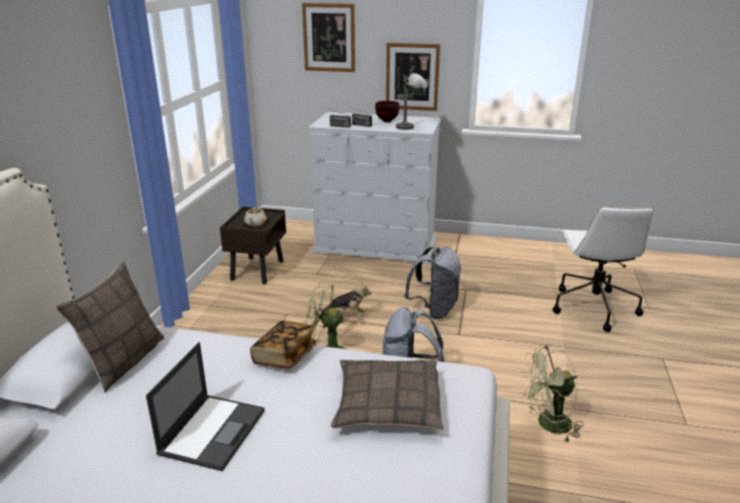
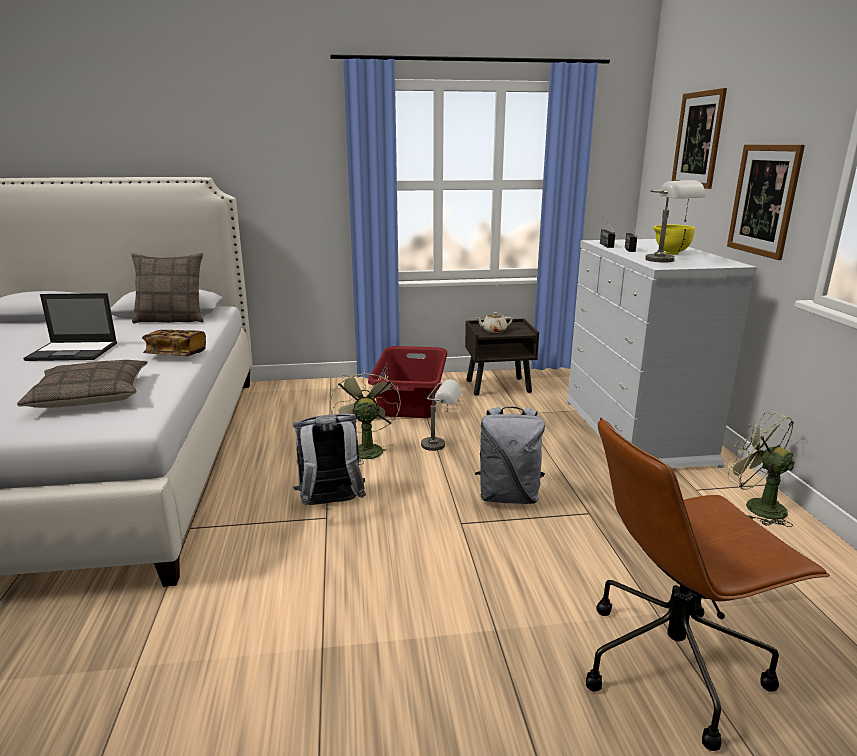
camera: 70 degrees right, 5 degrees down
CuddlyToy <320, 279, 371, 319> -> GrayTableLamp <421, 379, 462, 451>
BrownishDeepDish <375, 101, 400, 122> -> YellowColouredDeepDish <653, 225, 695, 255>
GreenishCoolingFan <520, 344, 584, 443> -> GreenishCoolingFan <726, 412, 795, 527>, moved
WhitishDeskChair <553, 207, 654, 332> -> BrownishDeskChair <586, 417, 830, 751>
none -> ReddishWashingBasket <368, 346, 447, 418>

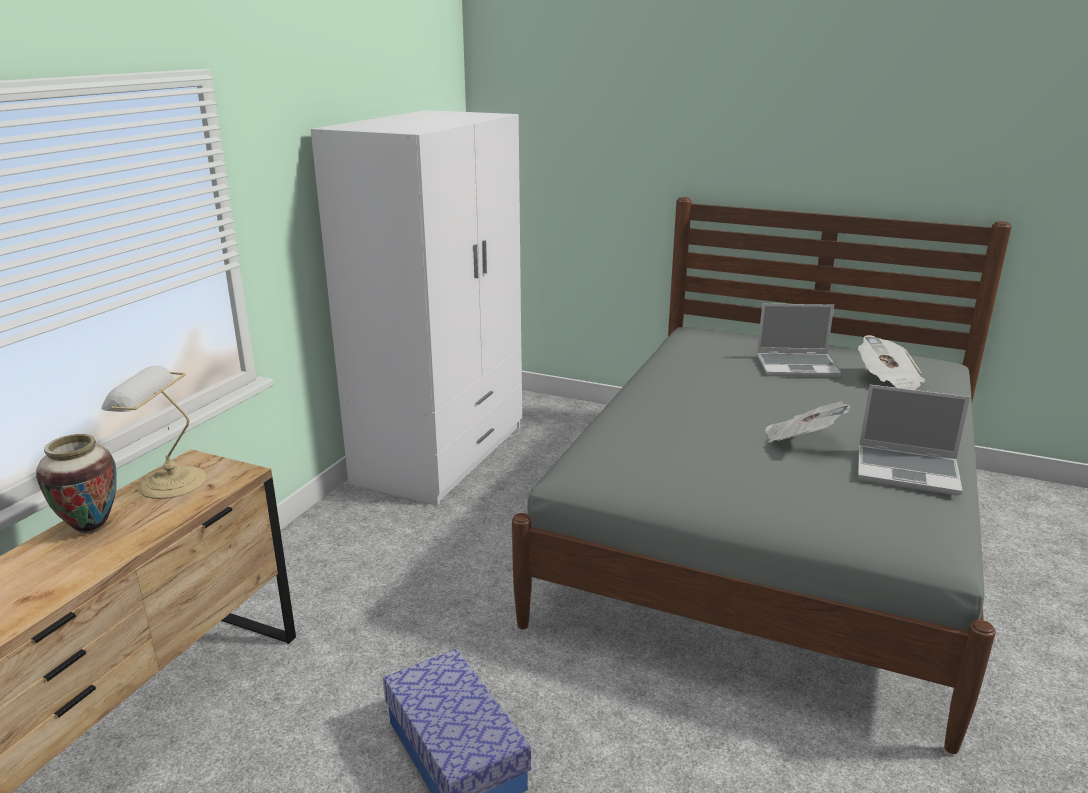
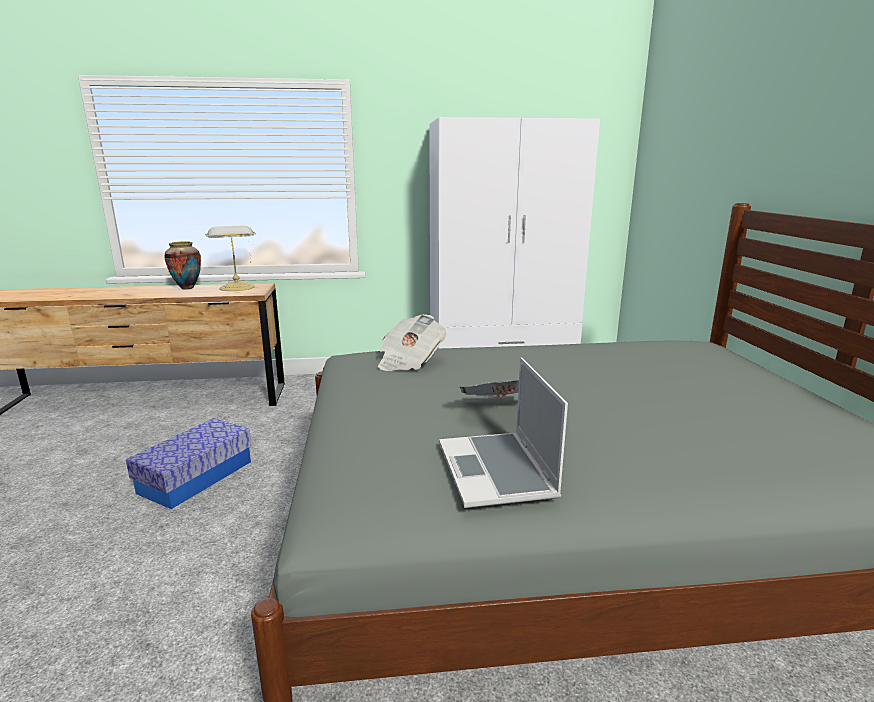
camera: 60 degrees right, 5 degrees down
PortableComputer <757, 304, 841, 377> -> none
Newspaper <858, 335, 925, 390> -> Newspaper <378, 314, 446, 371>, moved

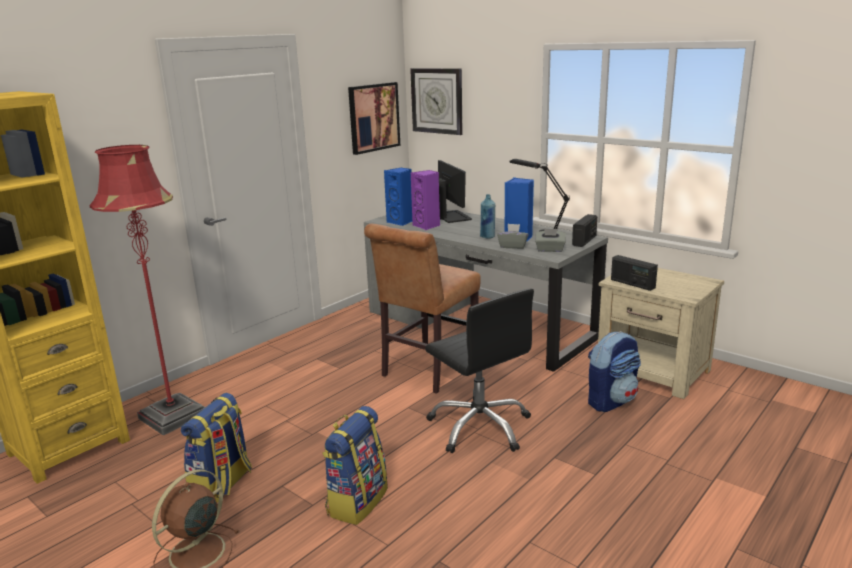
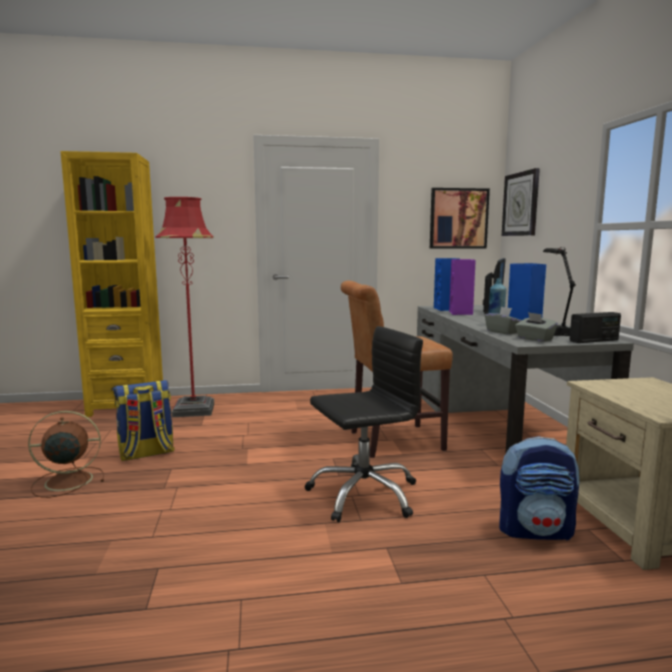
camera: 40 degrees right, 10 degrees down
Rucksack <322, 406, 388, 525> -> none
BlackDeskChair <425, 288, 534, 453> -> BlackDeskChair <305, 326, 423, 522>, 120 degrees counterclockwise
RadioSet <611, 255, 658, 291> -> none

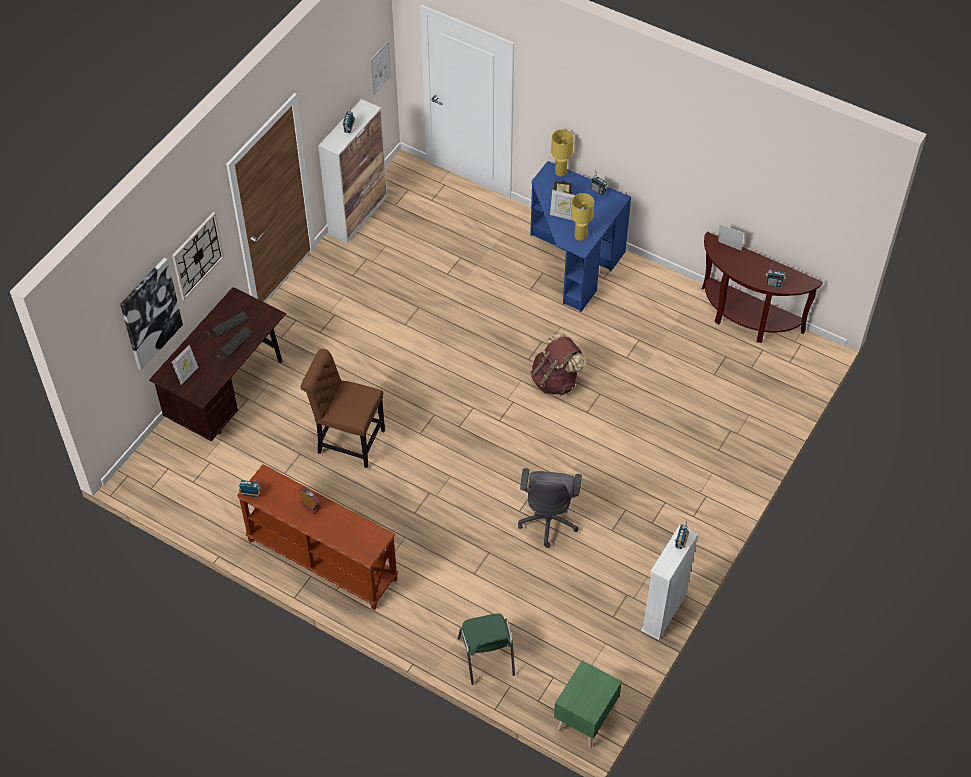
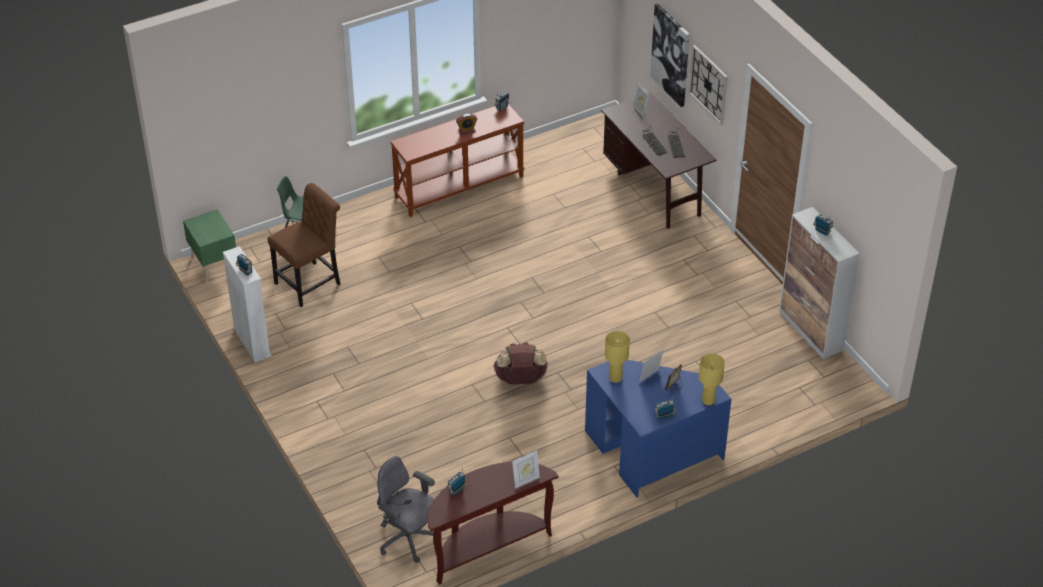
camera: 120 degrees right, 10 degrees down
BrownishChair <301, 349, 385, 468> -> BrownishChair <267, 183, 341, 307>, moved
Picture <370, 41, 391, 96> -> none
GrayDeskChair <518, 468, 582, 548> -> GrayDeskChair <377, 456, 435, 563>, moved

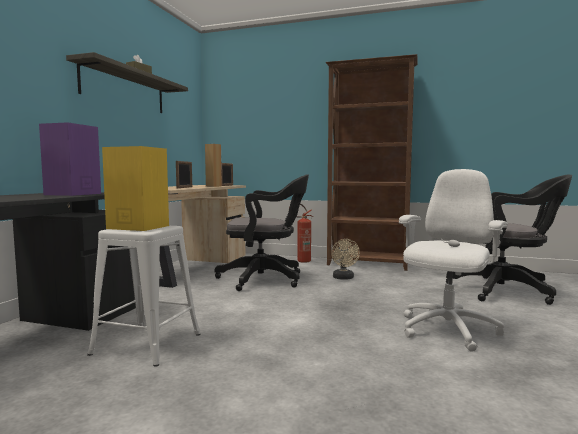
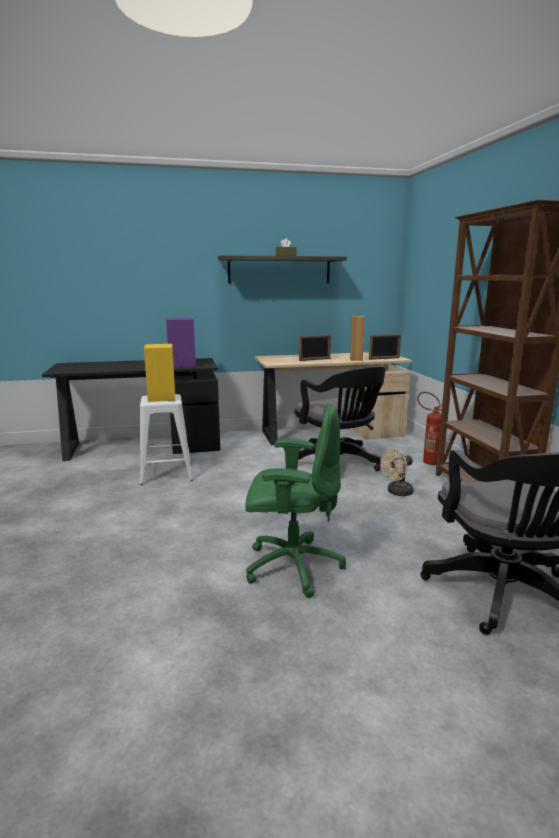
camera: 60 degrees right, 10 degrees up
WhitishDeskChair <399, 169, 508, 352> -> GreenishDeskChair <245, 403, 346, 598>

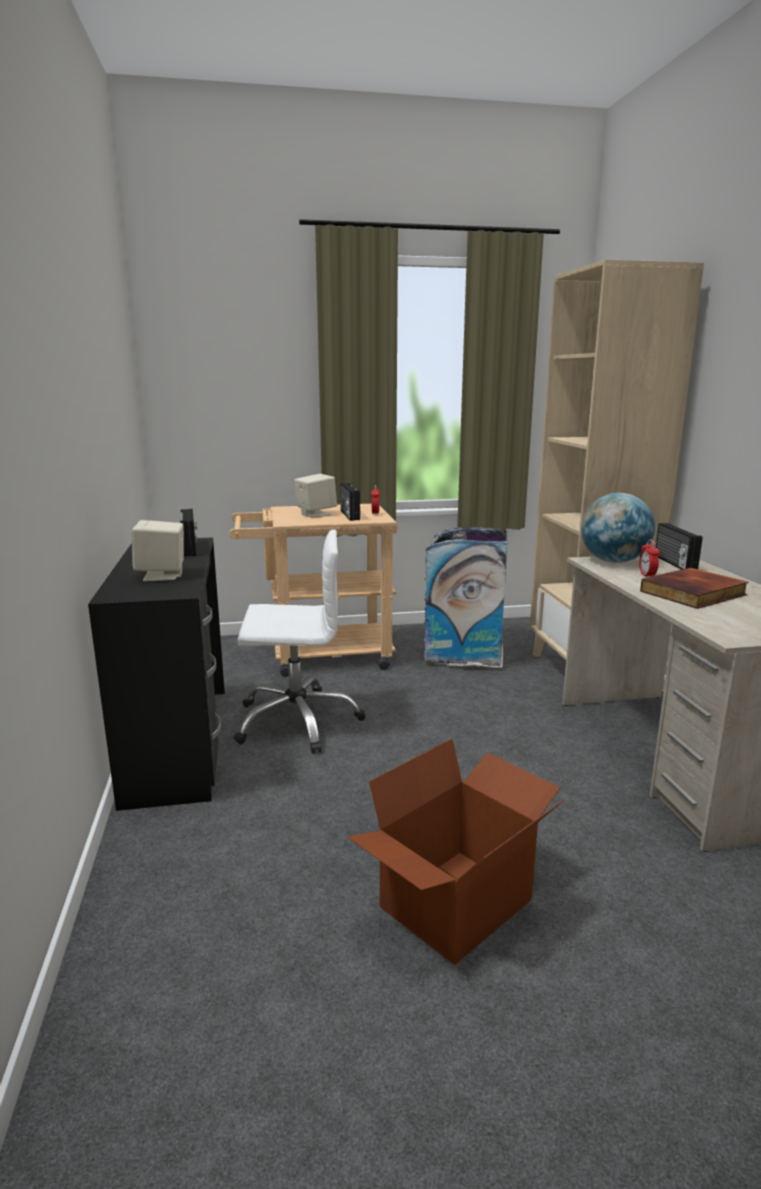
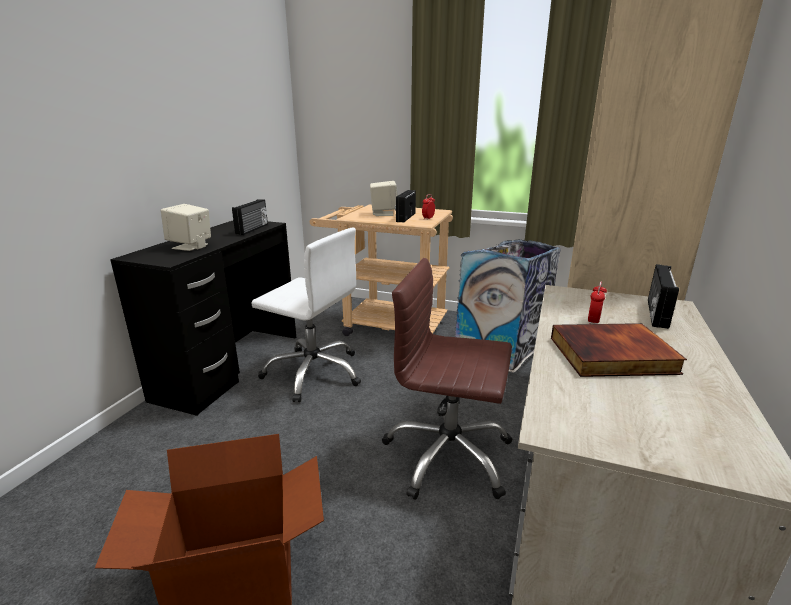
camera: 30 degrees right, 5 degrees up
DeskGlobe <581, 493, 655, 563> -> none
none -> BrownishDeskChair <382, 258, 513, 500>

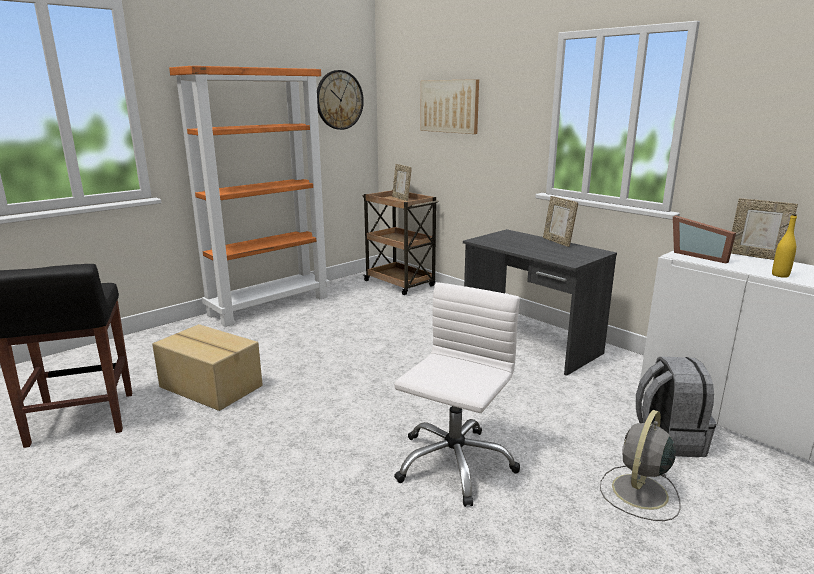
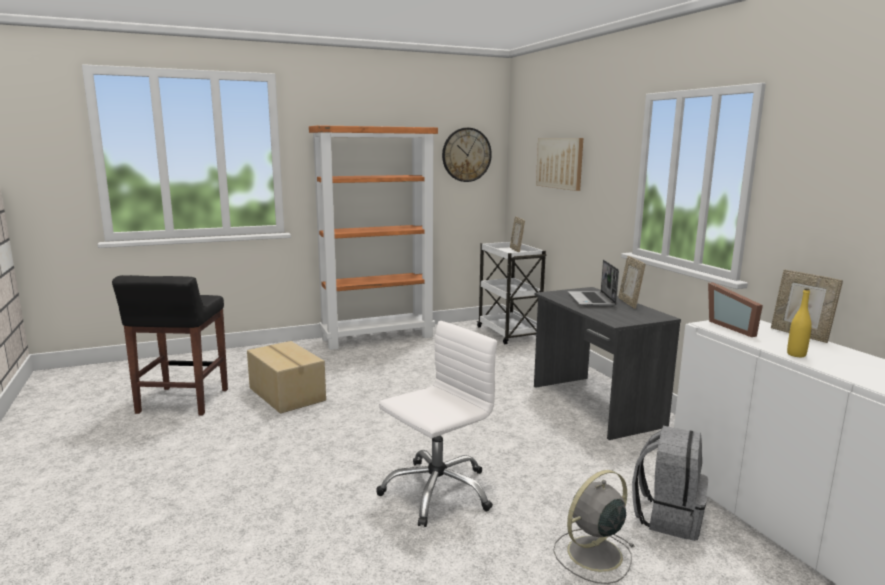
camera: 20 degrees right, 5 degrees down
BrownishTrolley <363, 190, 439, 295> -> WhitishTrolley <477, 242, 547, 344>
none -> PortableComputer <568, 260, 619, 307>

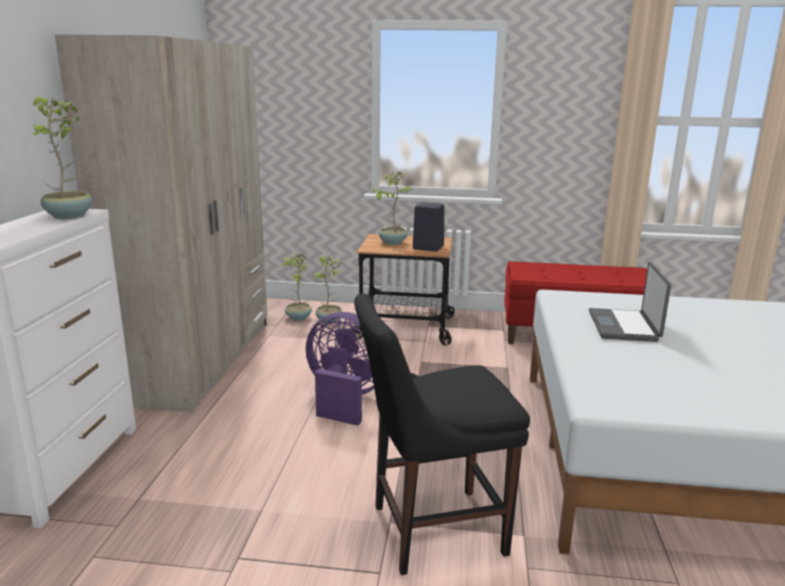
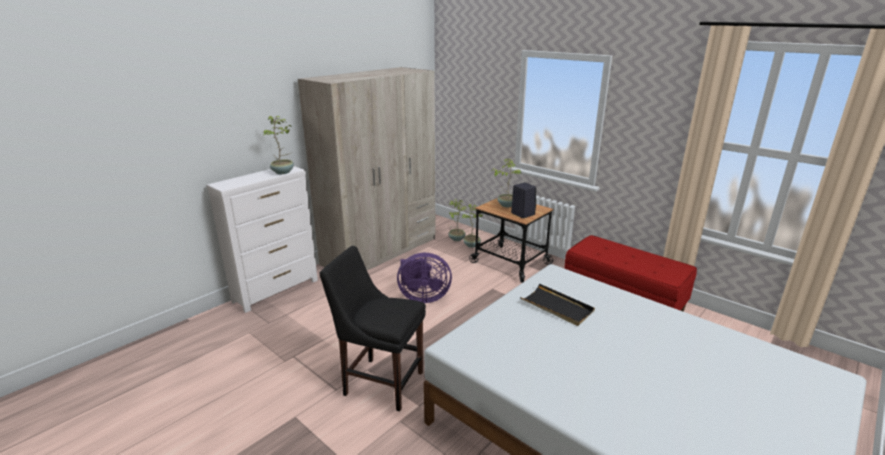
camera: 35 degrees right, 5 degrees up
PurpleColouredCoolingFan <306, 312, 374, 426> -> PurpleColouredCoolingFan <397, 253, 452, 303>, 120 degrees clockwise
PortableComputer <589, 262, 671, 342> -> BlackCarryingTray <520, 284, 595, 326>

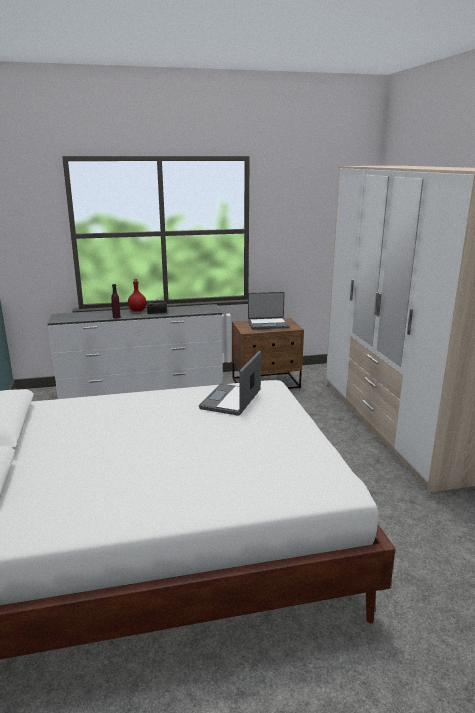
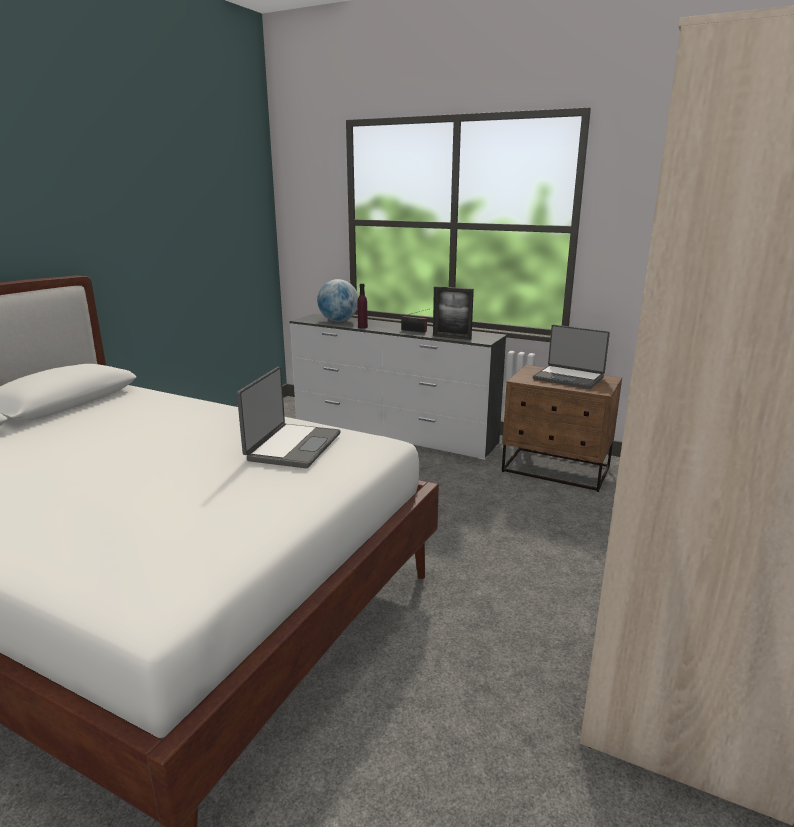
camera: 40 degrees right, 0 degrees up
ReddishDrinkBottle <128, 279, 146, 312> -> none
PortableComputer <199, 351, 261, 416> -> PortableComputer <237, 367, 340, 468>, 135 degrees clockwise
none -> DeskGlobe <317, 279, 359, 322>
none -> StandingFrame <433, 286, 474, 340>

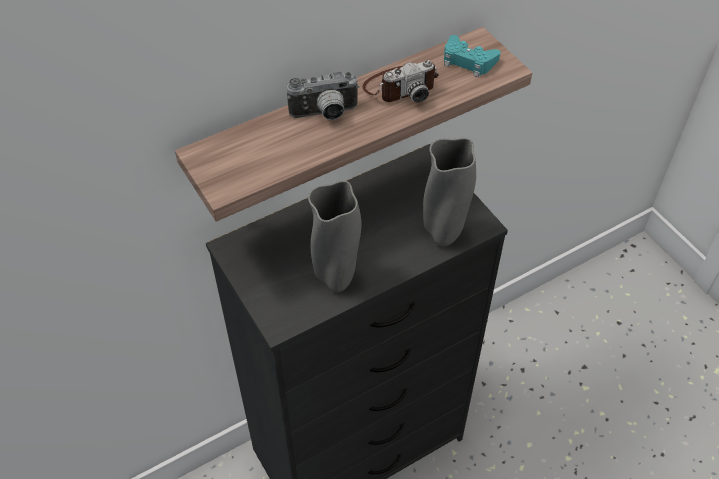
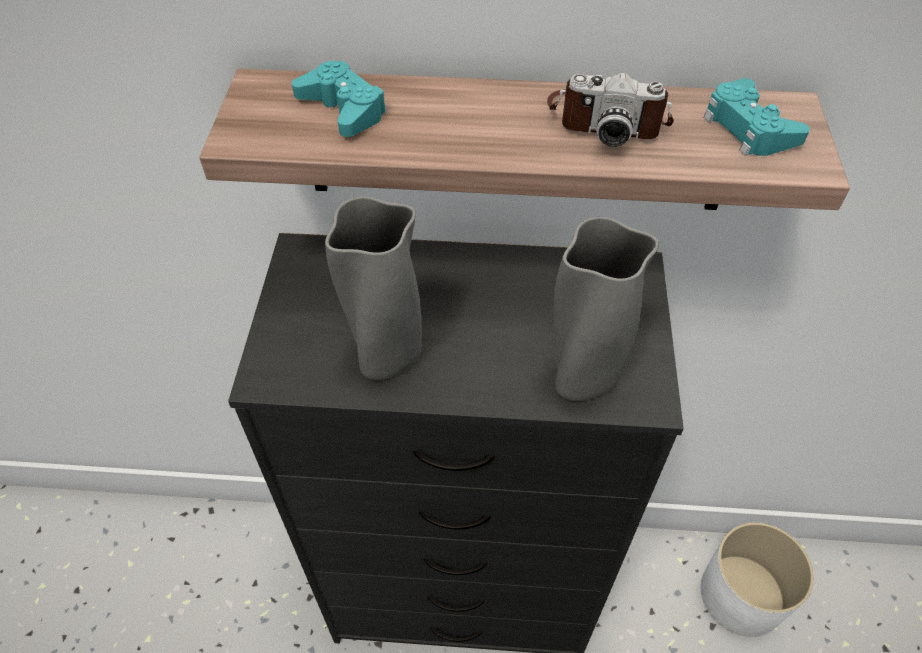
camera: 35 degrees right, 0 degrees up
StillCamera <287, 72, 359, 120> -> none
none -> BlueGreenGameController <292, 61, 387, 137>
none -> WhitishFlowerPot <701, 522, 814, 637>

